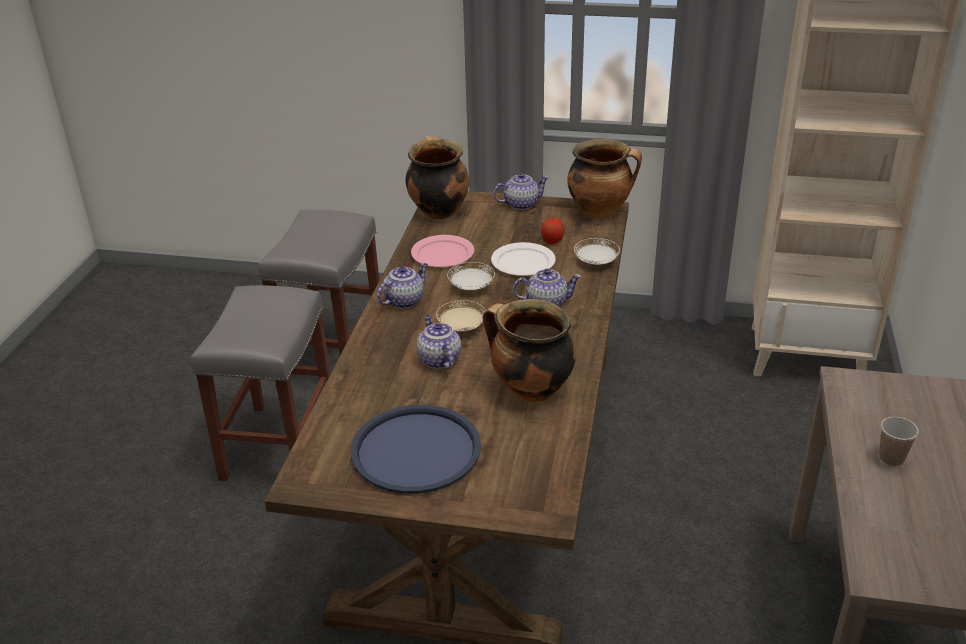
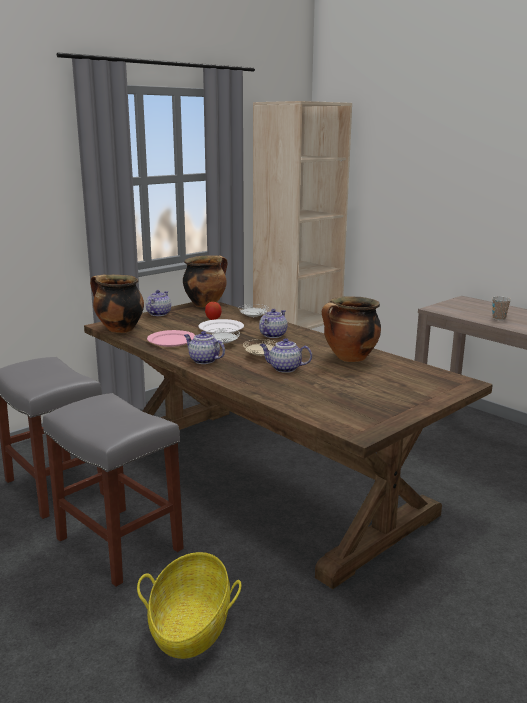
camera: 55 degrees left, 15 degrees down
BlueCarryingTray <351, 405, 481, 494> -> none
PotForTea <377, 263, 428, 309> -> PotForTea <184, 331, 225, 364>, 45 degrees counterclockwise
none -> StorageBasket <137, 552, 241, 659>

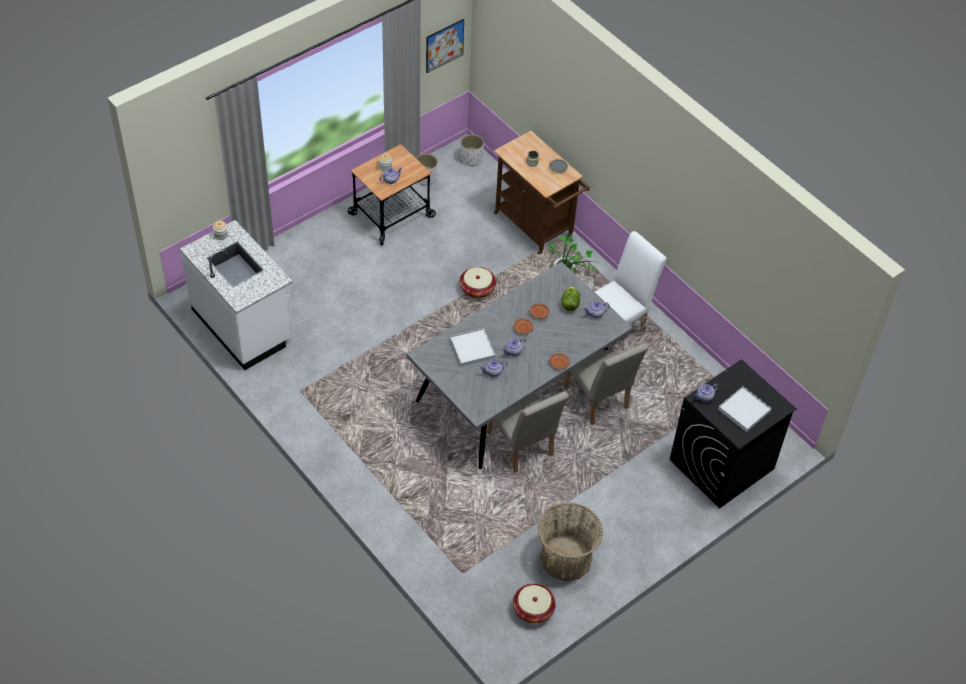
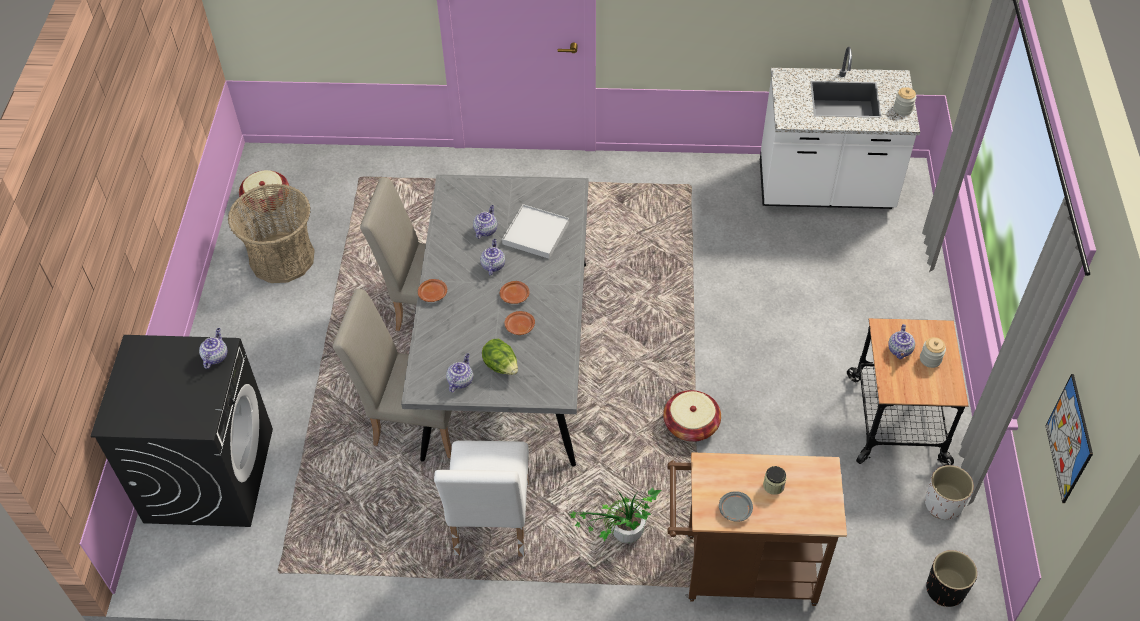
camera: 135 degrees right, 0 degrees up
WhitishFlowerPot <461, 134, 484, 167> -> BlackFlowerPot <926, 550, 977, 607>
WhitishCarryingTray <718, 386, 771, 432> -> none

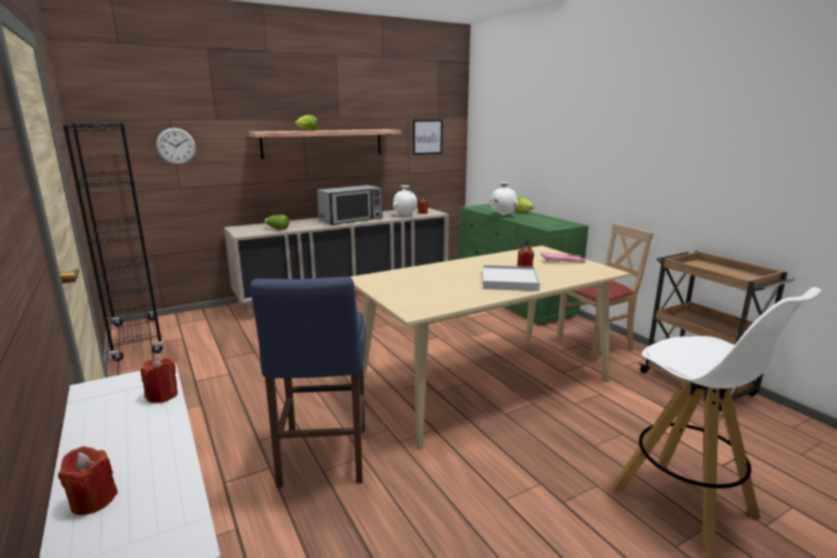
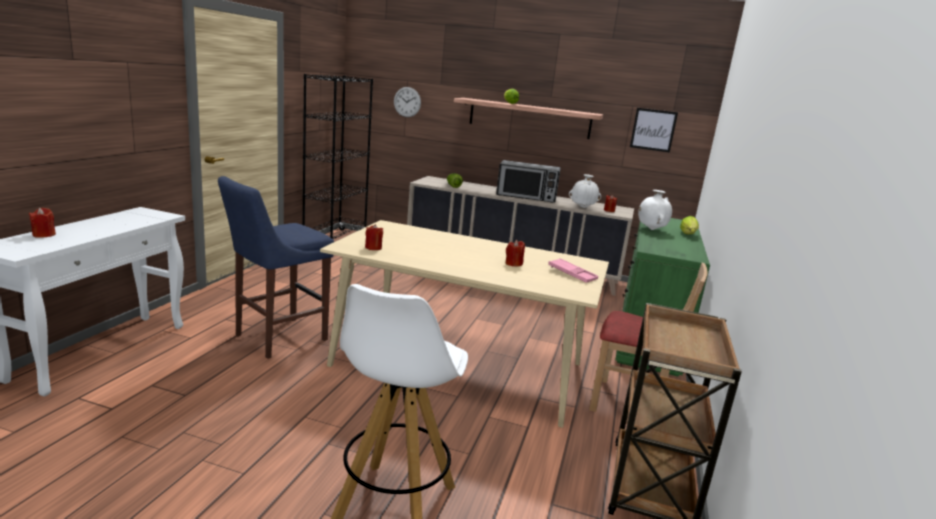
camera: 45 degrees right, 0 degrees up
ReddishWaxCandle <141, 357, 178, 403> -> ReddishWaxCandle <365, 224, 383, 250>, moved
WhitishCarryingTray <483, 265, 540, 291> -> none

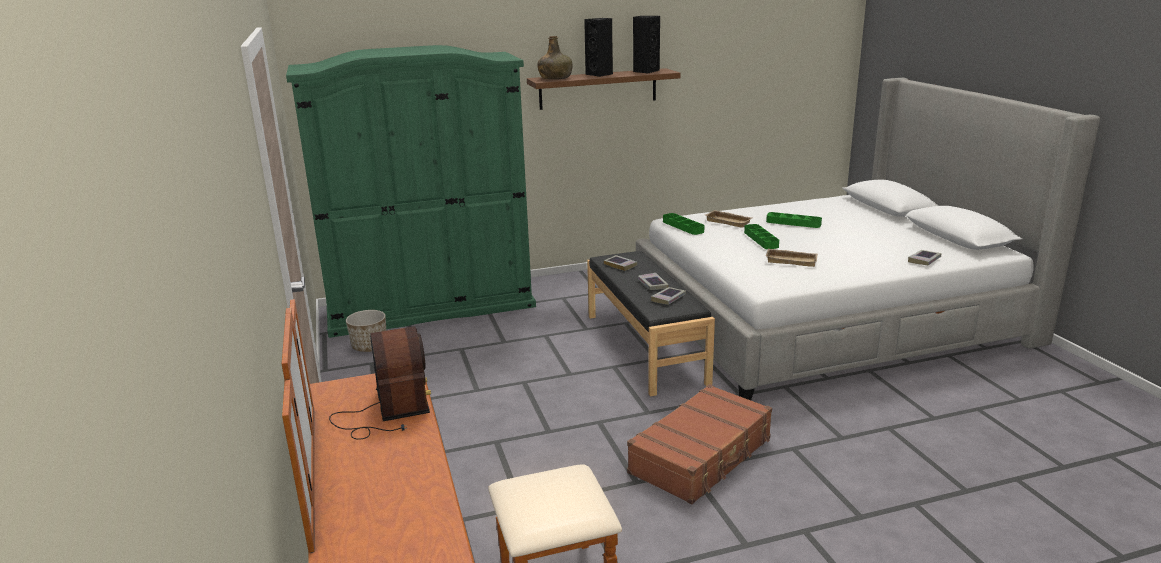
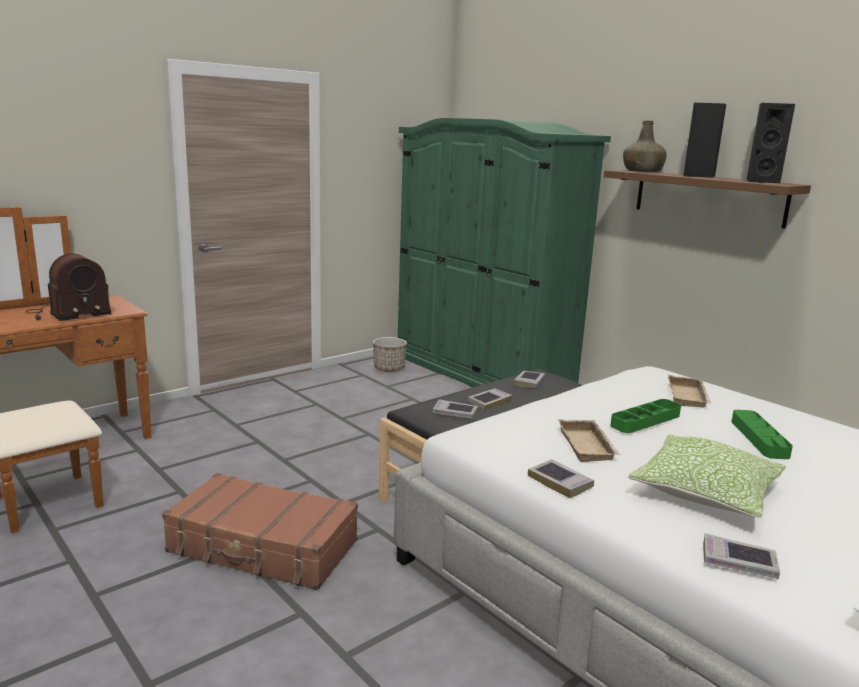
camera: 65 degrees right, 5 degrees down
GreenishCarryingTray <663, 213, 704, 235> -> none
none -> BoundBook <528, 459, 594, 498>
none -> ThrowPillow <628, 434, 786, 518>

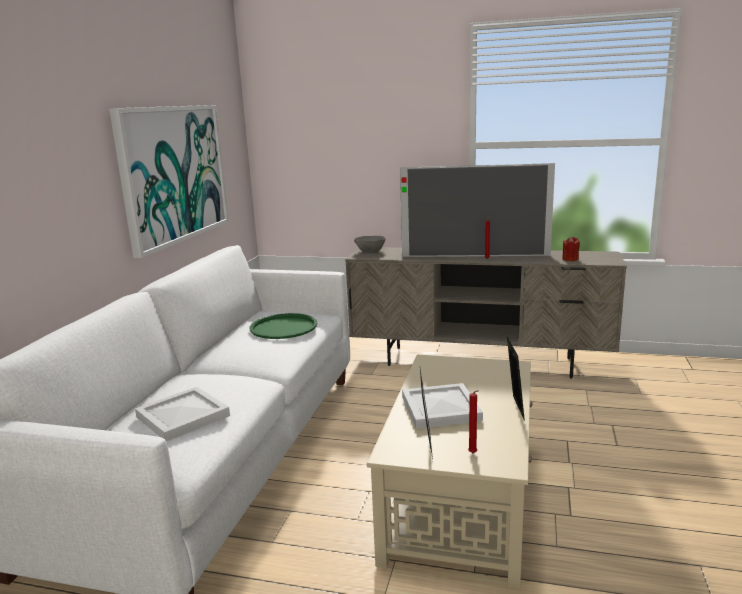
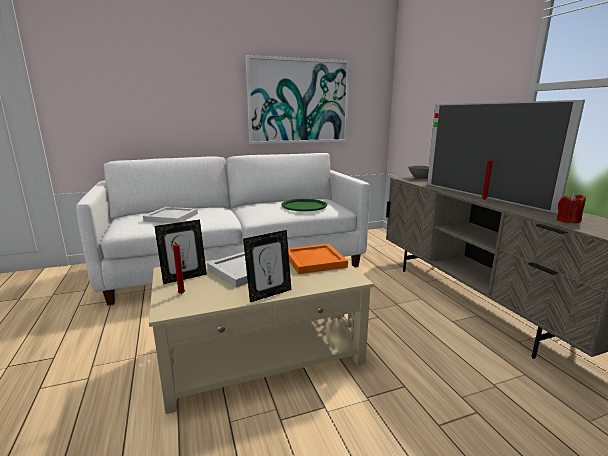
camera: 55 degrees right, 0 degrees up
none -> OrangeColouredCarryingTray <288, 244, 348, 274>

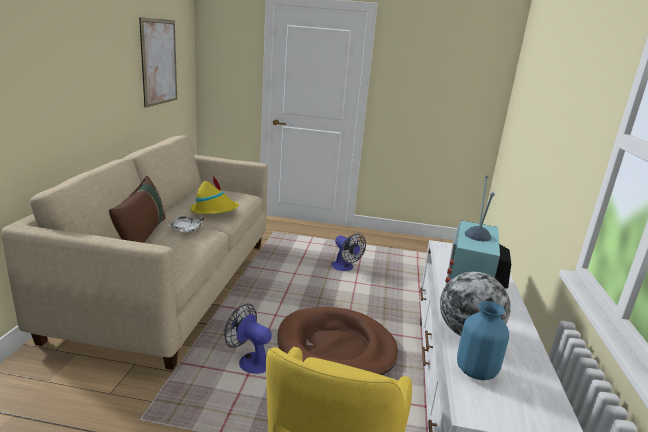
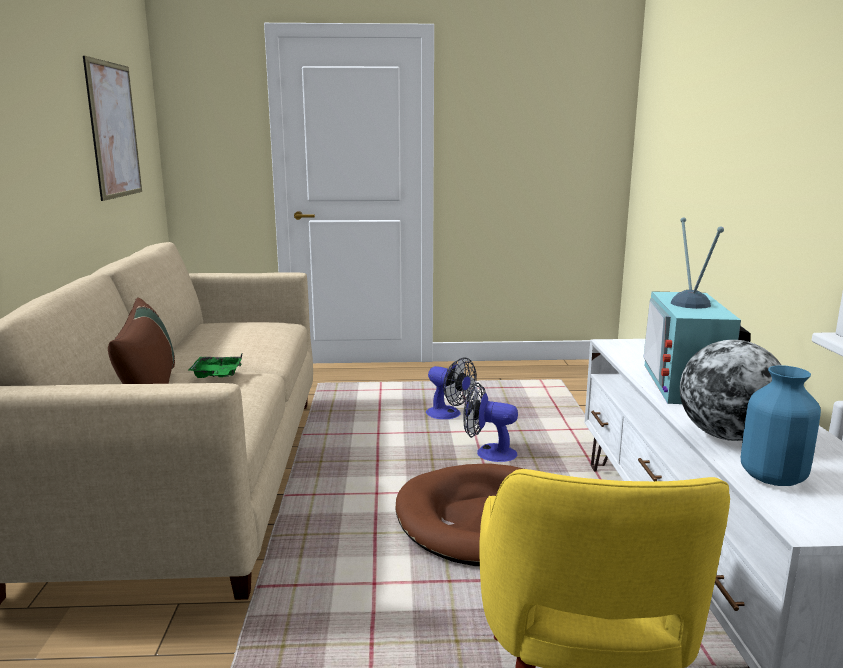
camera: 10 degrees left, 5 degrees down
WhitishCarryingTray <168, 216, 204, 233> -> GreenishCarryingTray <188, 354, 242, 378>
YellowColouredHat <190, 174, 239, 214> -> none
CoolingFan <224, 303, 272, 374> -> CoolingFan <463, 382, 518, 462>, moved

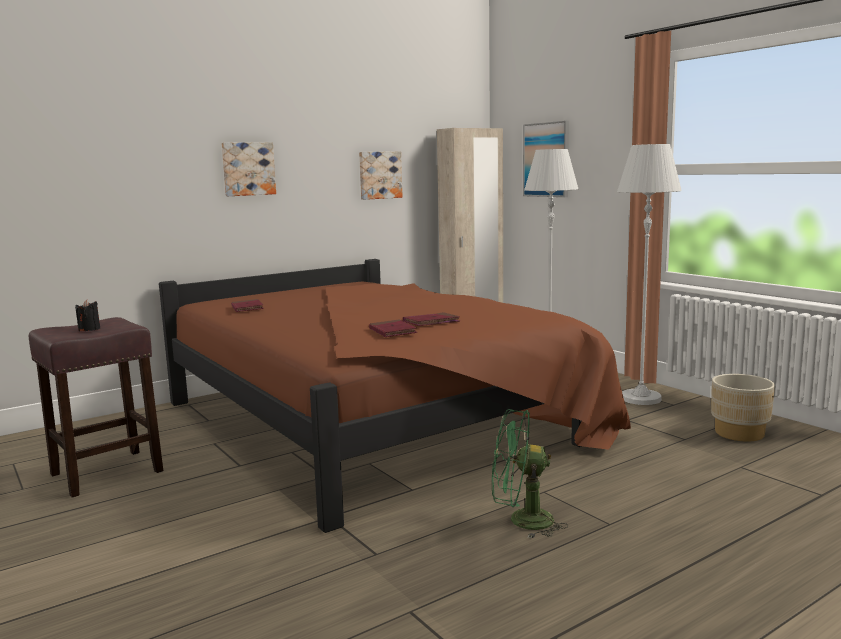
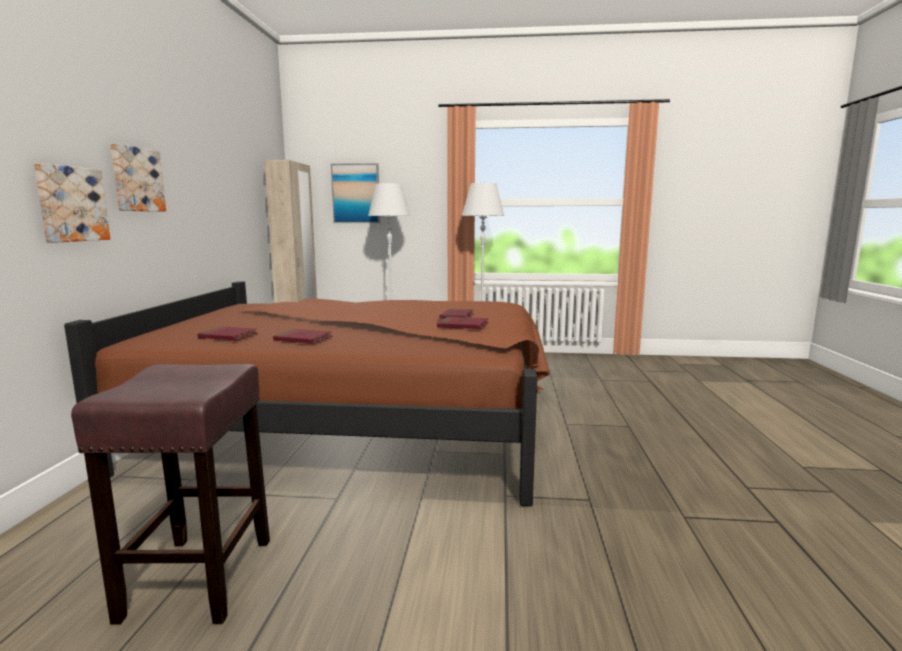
camera: 50 degrees left, 0 degrees up
BlackWaxCandle <75, 300, 100, 331> -> none
Picture <359, 151, 403, 200> -> Picture <34, 163, 110, 243>, moved
GreenishCoolingFan <492, 409, 568, 539> -> none
SandColouredFlowerPot <711, 374, 775, 442> -> none
none -> ReddishBoundBook <273, 329, 333, 344>

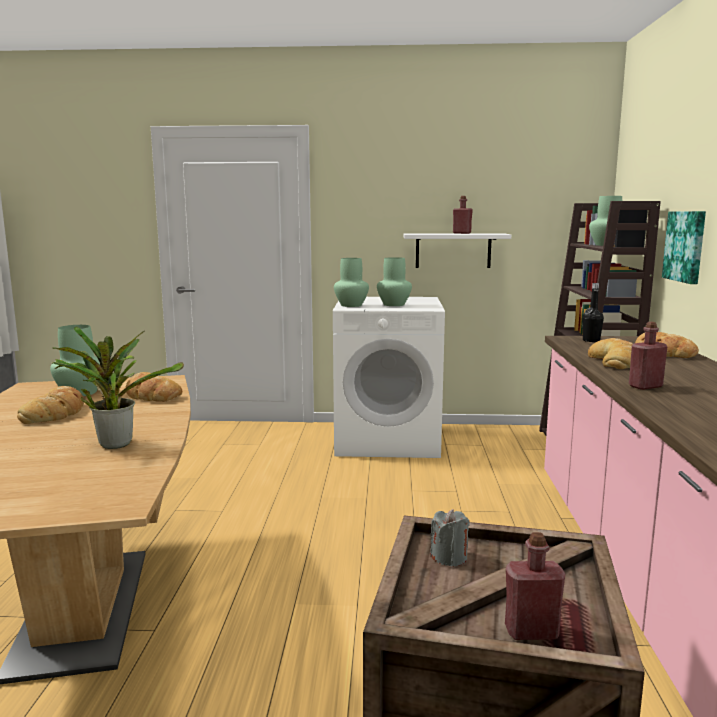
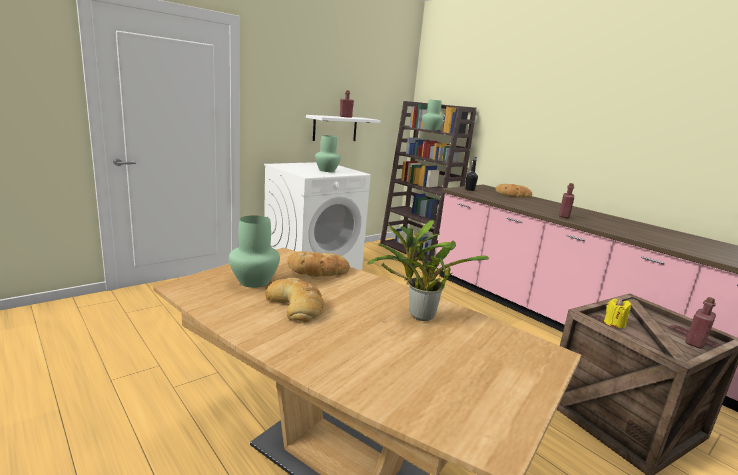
camera: 45 degrees left, 5 degrees up
GreenishFlowerVase <334, 258, 369, 307> -> none
GrayWaxCandle <430, 509, 469, 567> -> YellowColouredWaxCandle <604, 298, 631, 328>
BakeryBread <588, 338, 633, 369> -> none
Picture <662, 211, 706, 284> -> none

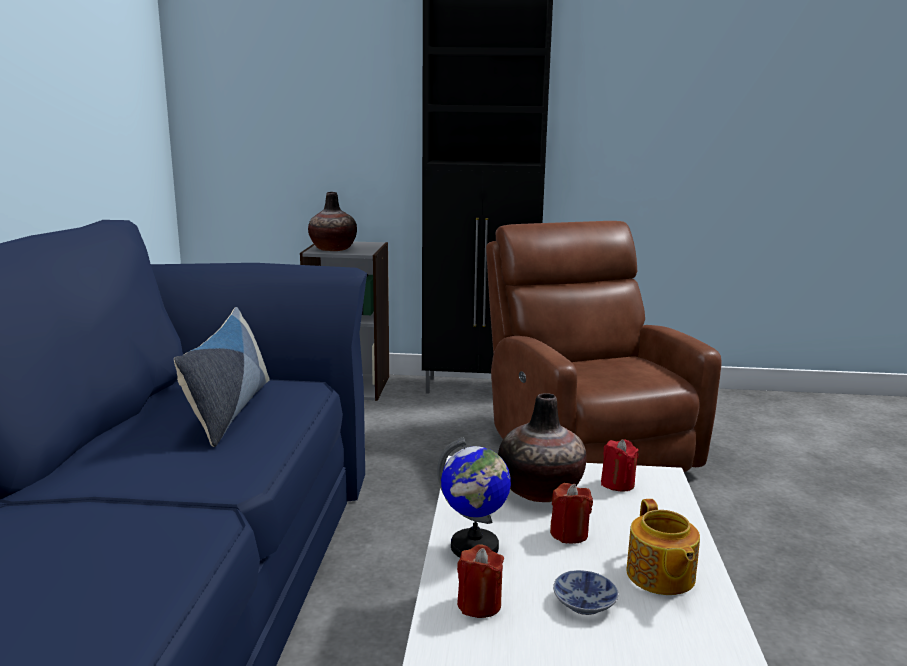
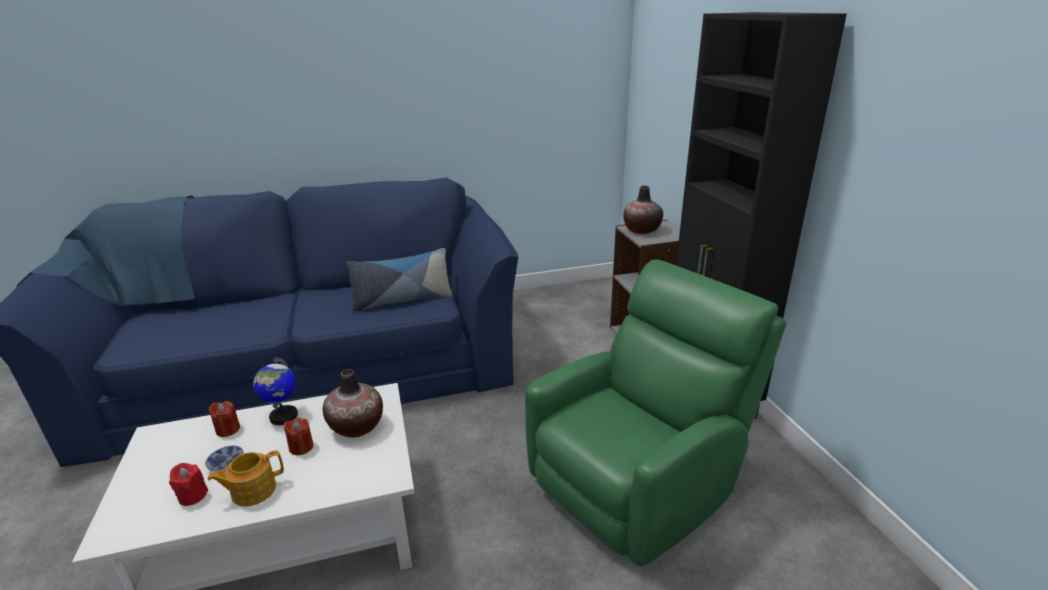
camera: 70 degrees right, 10 degrees up
BrownishArmchair <486, 221, 722, 472> -> GreenishArmchair <525, 260, 786, 567>
ReddishWaxCandle <601, 439, 638, 492> -> ReddishWaxCandle <169, 463, 208, 506>, moved

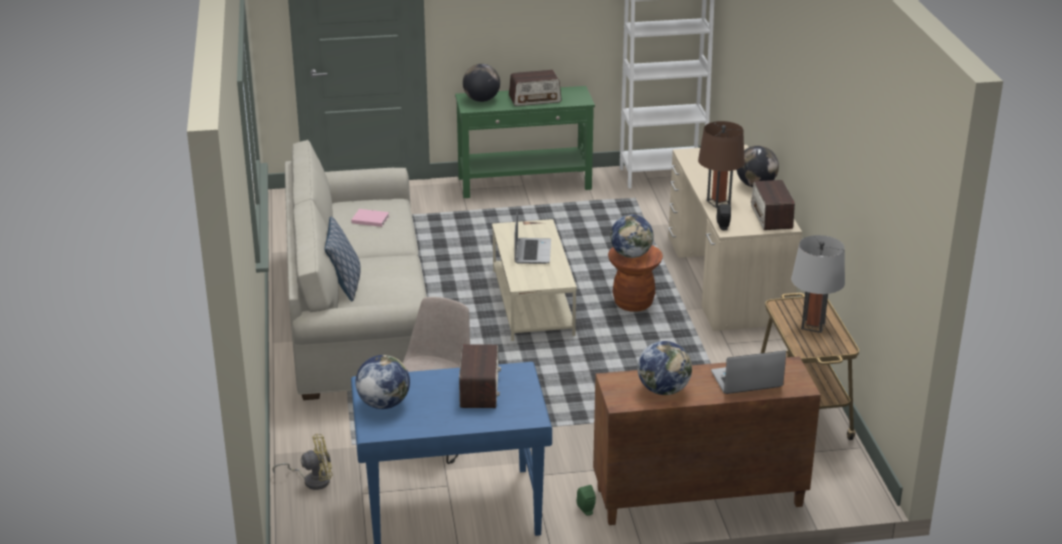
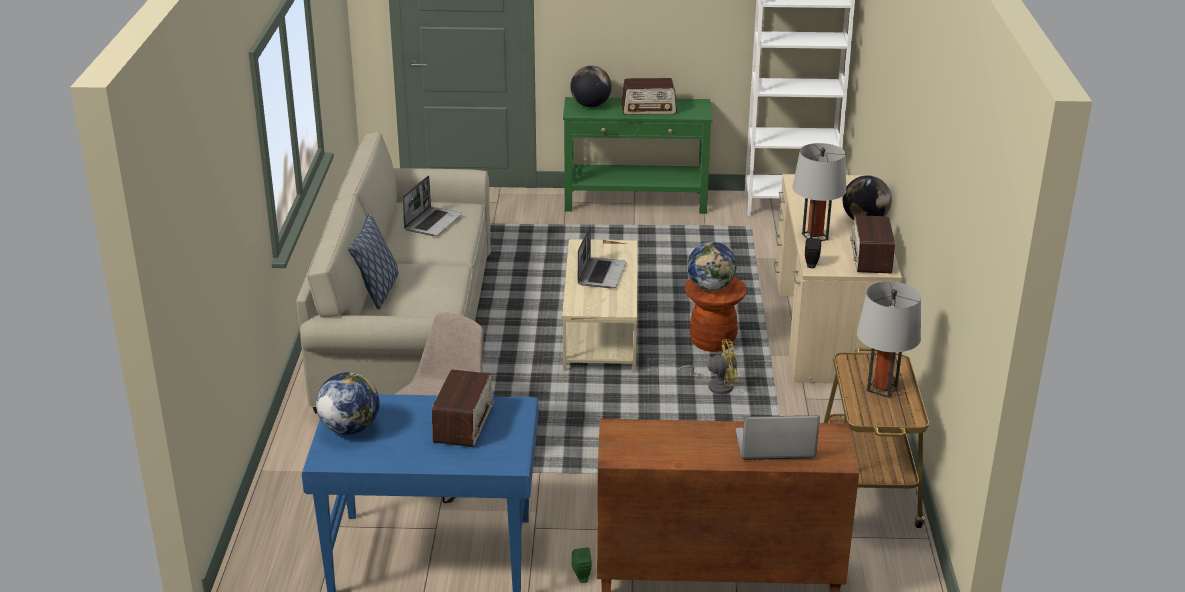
camera: 10 degrees right, 0 degrees up
YellowColouredCoolingFan <273, 434, 333, 490> -> YellowColouredCoolingFan <677, 339, 739, 394>, moved
PinkBoundBook <351, 209, 389, 227> -> PortableComputer <402, 175, 462, 236>
DeskGlobe <637, 341, 692, 395> -> none
BrownishTableLamp <698, 121, 745, 208> -> GrayTableLamp <792, 143, 846, 241>

